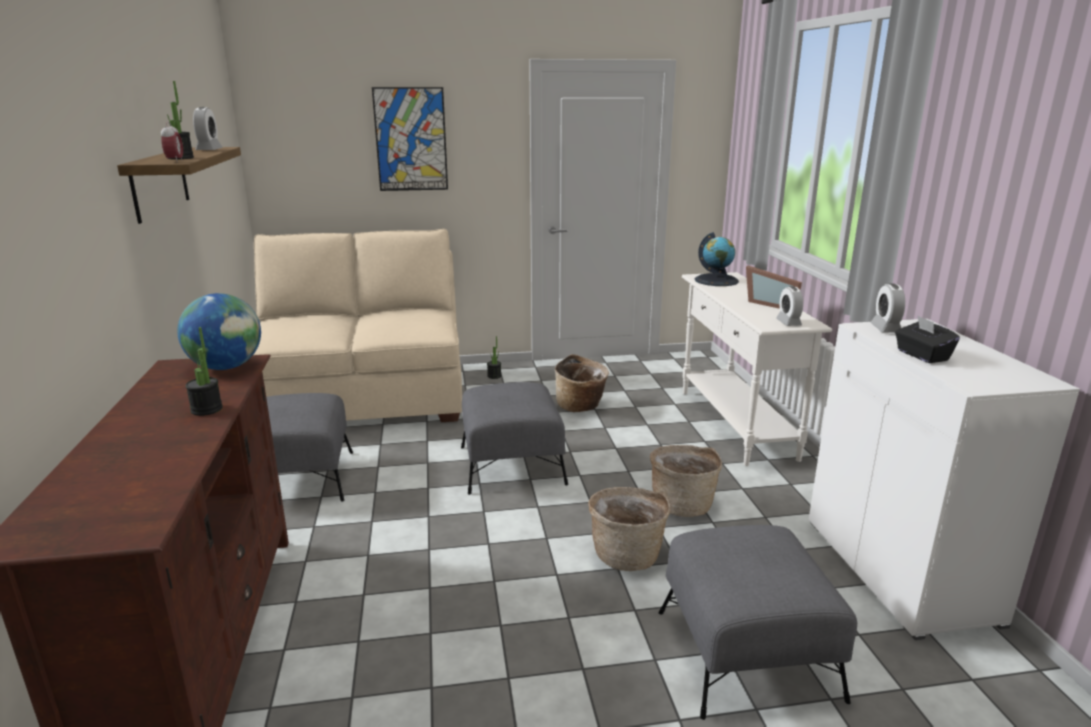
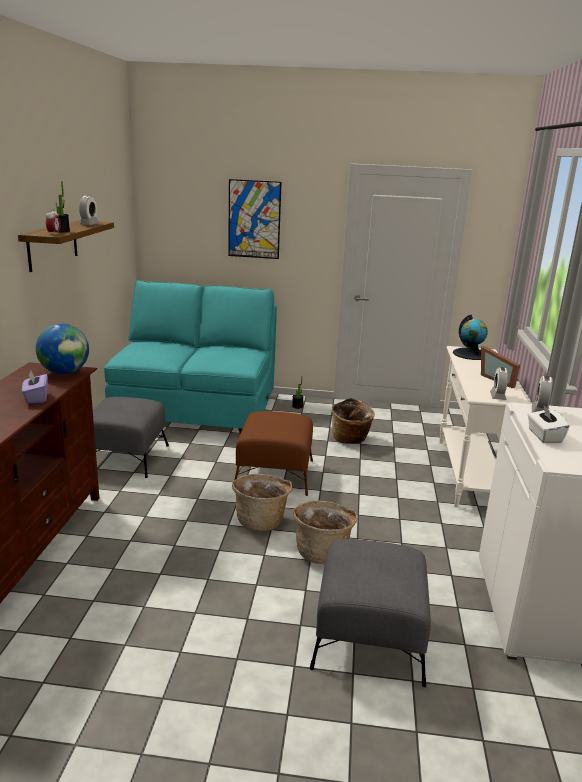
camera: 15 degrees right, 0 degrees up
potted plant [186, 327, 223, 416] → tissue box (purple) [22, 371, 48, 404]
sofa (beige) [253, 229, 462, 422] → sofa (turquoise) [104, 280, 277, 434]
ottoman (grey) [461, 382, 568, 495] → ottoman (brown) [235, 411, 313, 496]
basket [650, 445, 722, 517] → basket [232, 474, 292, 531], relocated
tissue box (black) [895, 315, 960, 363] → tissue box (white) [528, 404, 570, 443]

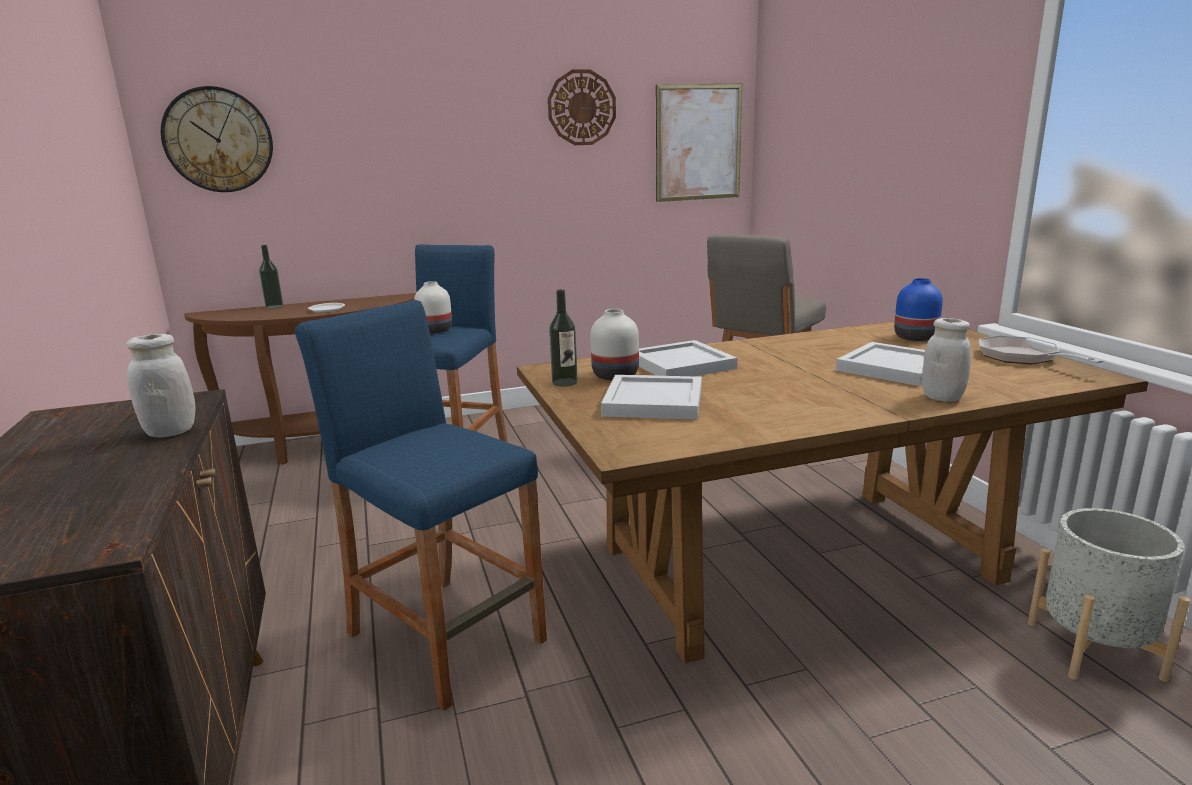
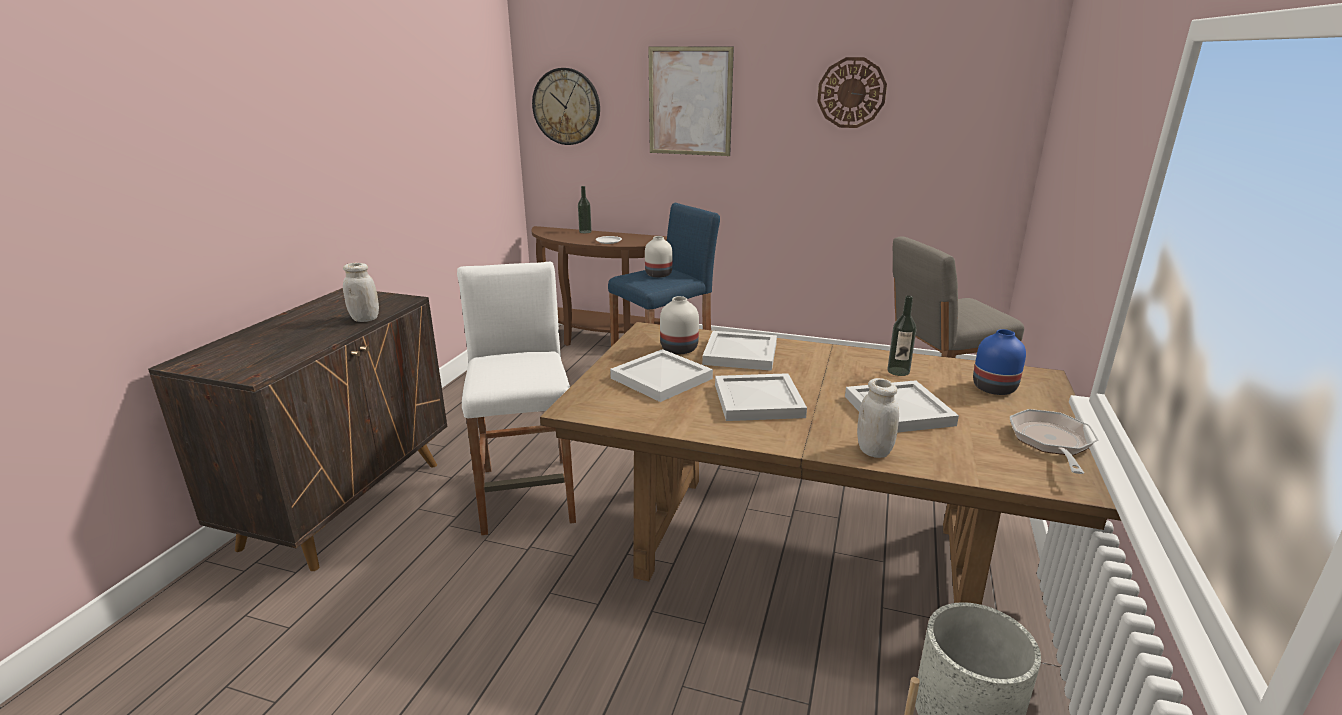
camera: 35 degrees right, 5 degrees up
stool (blue) [295, 300, 547, 711] → stool (white) [457, 262, 576, 535]
bottle [549, 289, 578, 386] → bottle [887, 295, 916, 376], relocated
picture [656, 84, 743, 202] → picture [648, 46, 734, 156], relocated
- → tray (white) [715, 373, 807, 421]

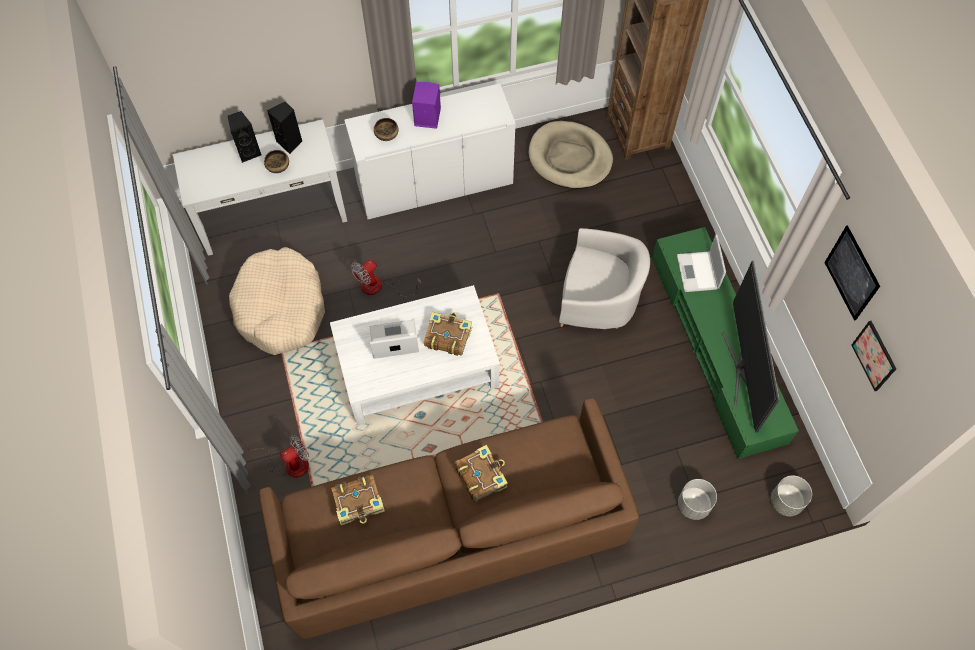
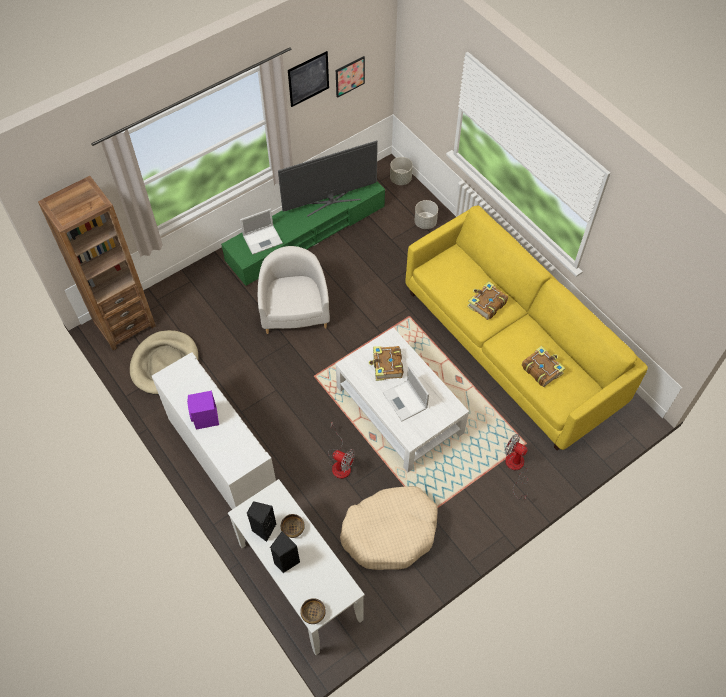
camera: 110 degrees left, 5 degrees down
sofa (brown) [259, 398, 639, 639] → sofa (yellow) [405, 206, 648, 451]
bowl [374, 118, 399, 141] → bowl [300, 598, 326, 624], relocated

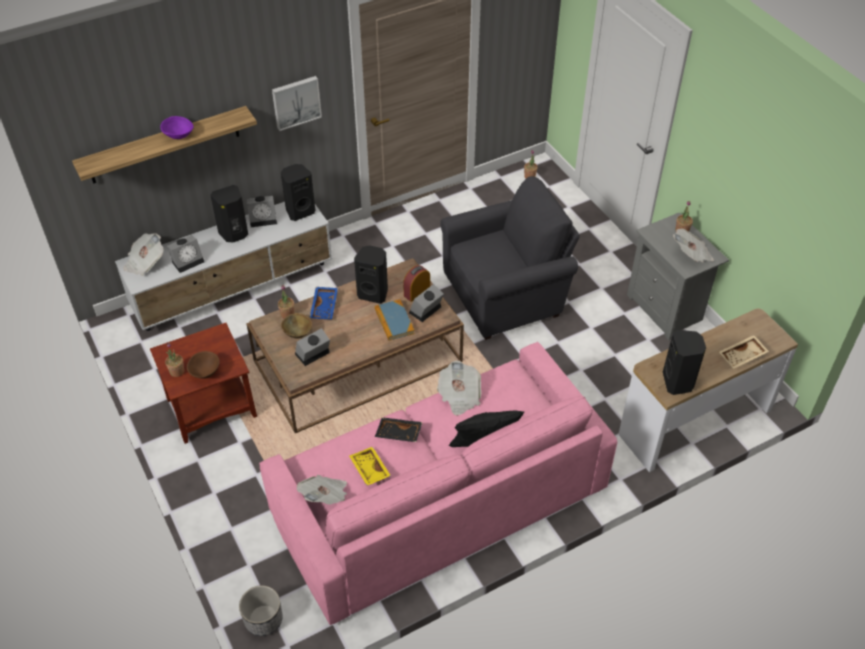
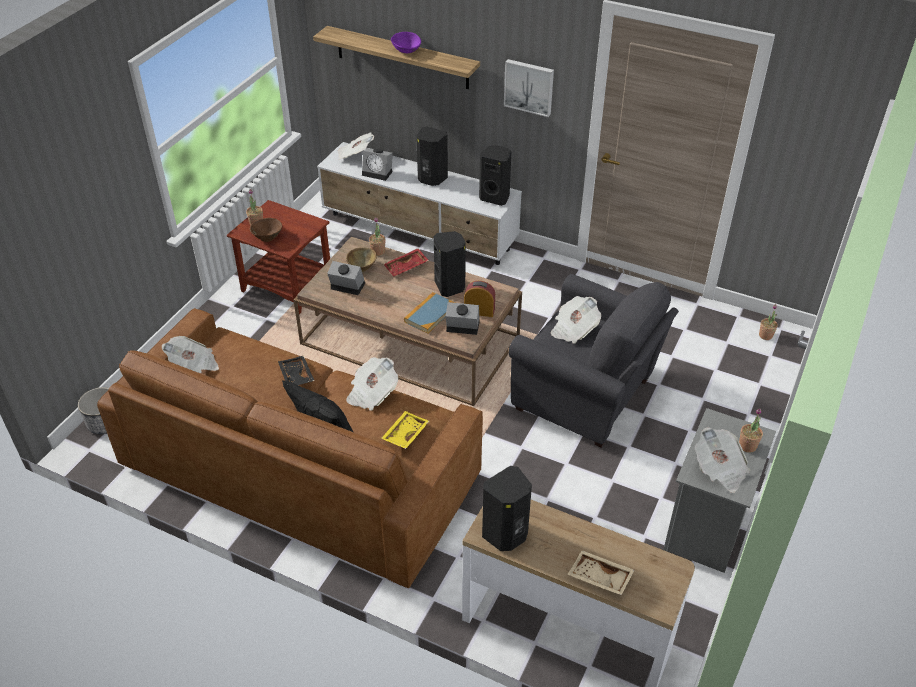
camera: 55 degrees right, 5 degrees down
alarm clock [247, 196, 277, 227] → -
sofa (pink) [259, 342, 617, 625] → sofa (brown) [97, 308, 483, 588]
tray (blue) [310, 287, 338, 319] → tray (red) [384, 248, 429, 276]
tray (yellow) [349, 447, 391, 486] → tray (yellow) [381, 411, 429, 449], relocated
- → newspaper [551, 296, 601, 344]

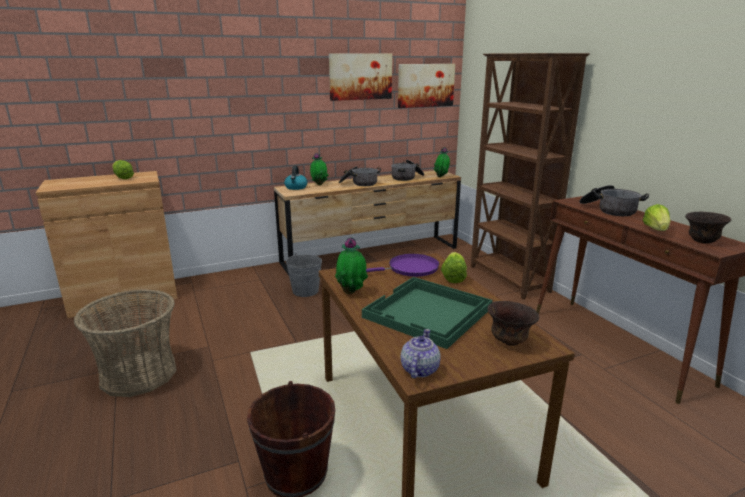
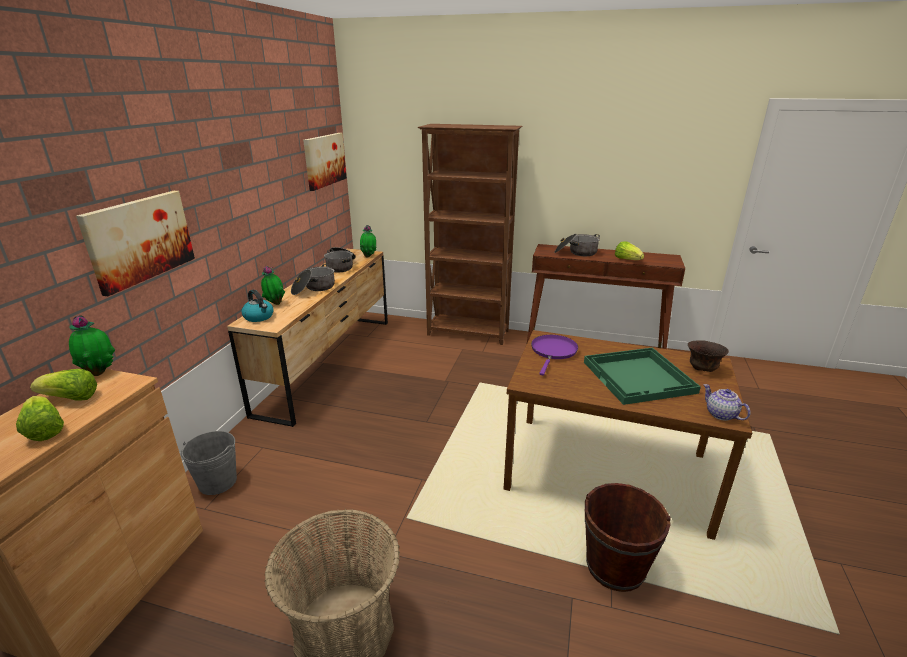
camera: 50 degrees left, 5 degrees up
bucket (grey) [286, 254, 322, 297] → bucket (grey) [181, 431, 237, 495], relocated
picture [329, 53, 392, 101] → picture [76, 191, 195, 296], relocated
potted plant [335, 237, 368, 294] → potted plant [69, 315, 115, 376], relocated
lettuce [441, 252, 467, 283] → lettuce [16, 396, 64, 441], relocated
bowl (brown) [685, 212, 731, 244] → -

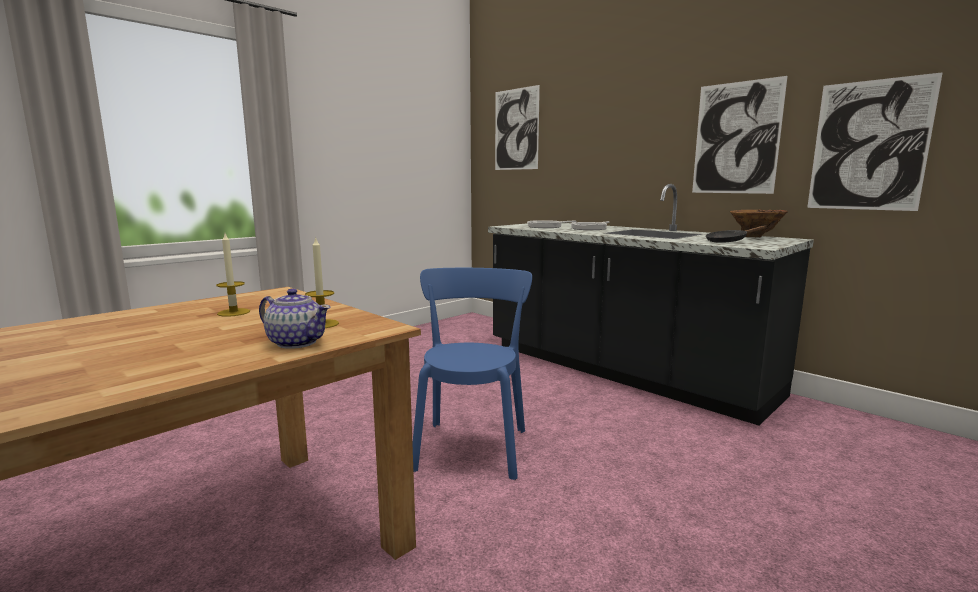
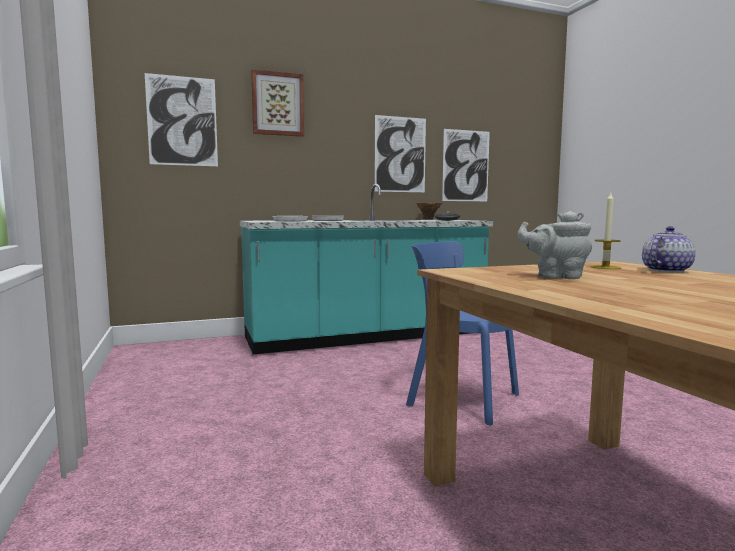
camera: 65 degrees left, 5 degrees down
candle [216, 233, 250, 317] → teapot (grey) [518, 211, 592, 279]
counter (black) [488, 184, 814, 425] → counter (turquoise) [240, 184, 493, 354]
- → picture [251, 69, 304, 137]

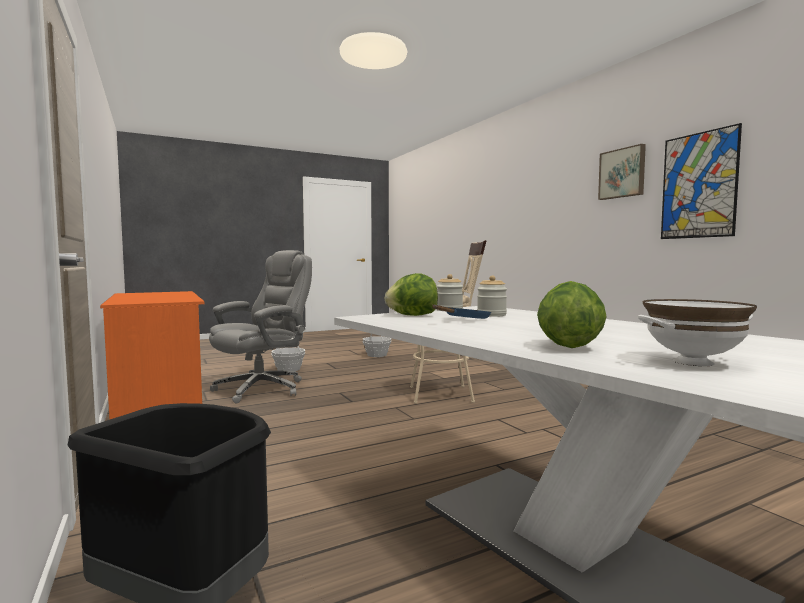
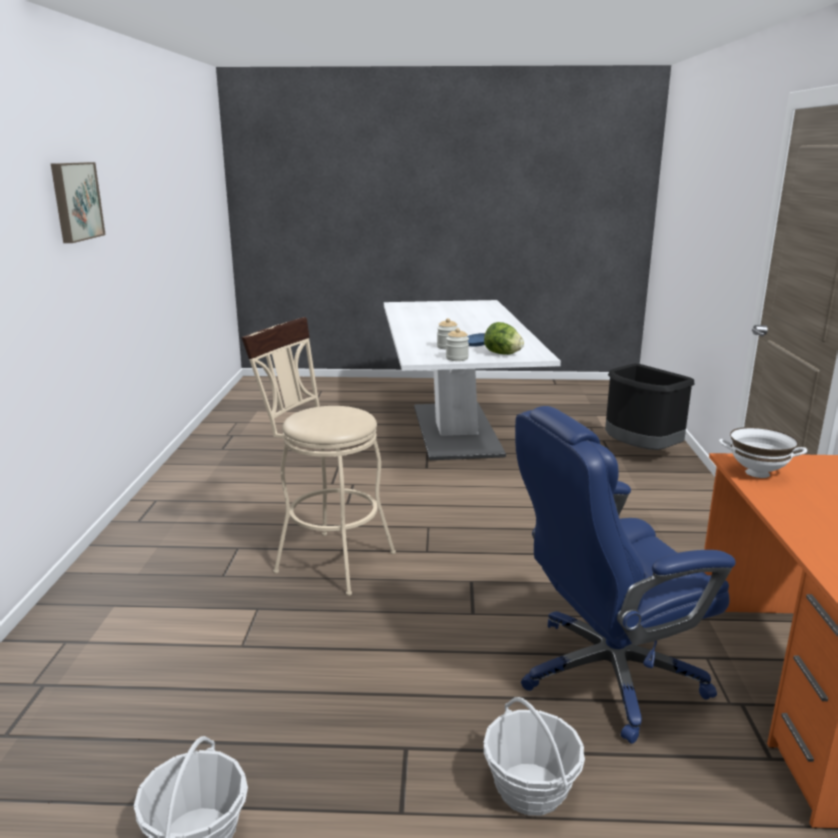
camera: 150 degrees left, 15 degrees up
office chair (grey) [209, 250, 312, 404] → office chair (blue) [515, 406, 736, 744]
lettuce [537, 281, 607, 348] → -
bowl (white) [638, 299, 757, 366] → bowl (white) [719, 427, 807, 478], relocated
picture [661, 123, 742, 239] → -

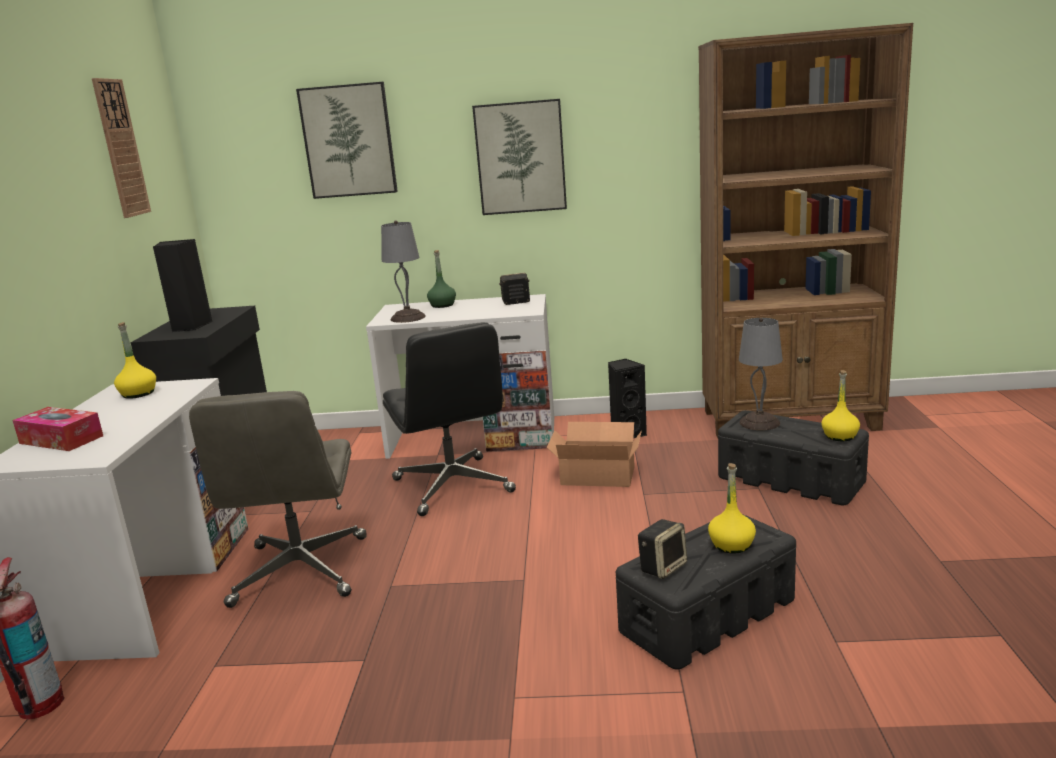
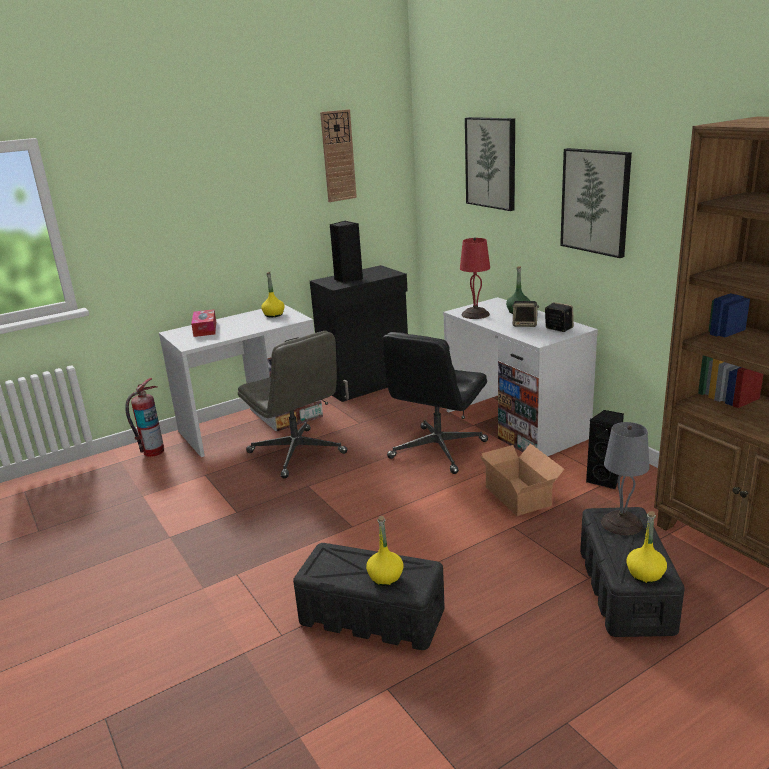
camera: 55 degrees right, 5 degrees up
office chair (grey) [189, 391, 366, 608] → office chair (grey) [238, 331, 347, 479], 90 degrees counterclockwise
table lamp (grey) [381, 220, 426, 323] → table lamp (red) [460, 237, 490, 319]
speaker [638, 519, 687, 579] → speaker [512, 301, 539, 327], relocated

